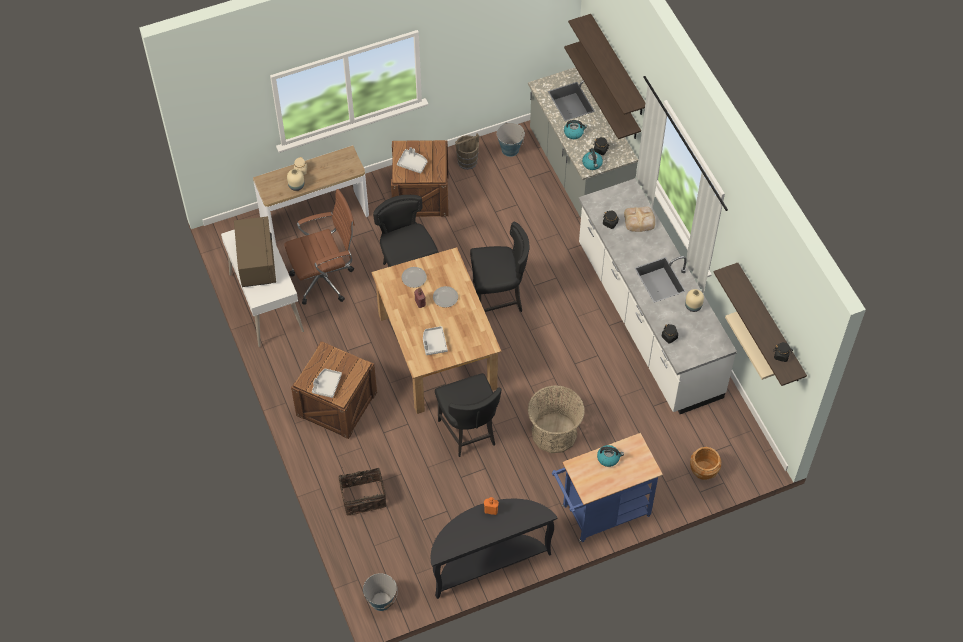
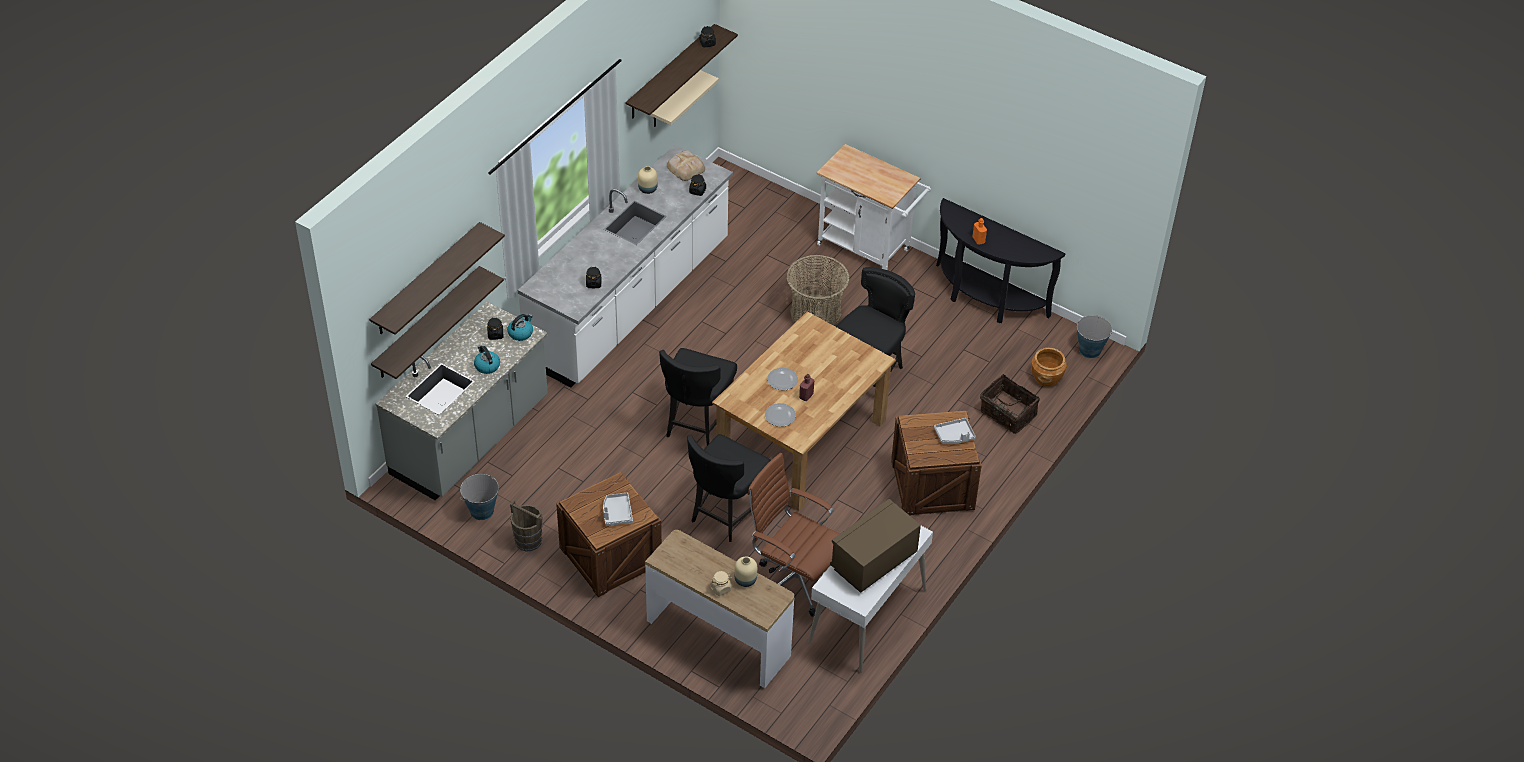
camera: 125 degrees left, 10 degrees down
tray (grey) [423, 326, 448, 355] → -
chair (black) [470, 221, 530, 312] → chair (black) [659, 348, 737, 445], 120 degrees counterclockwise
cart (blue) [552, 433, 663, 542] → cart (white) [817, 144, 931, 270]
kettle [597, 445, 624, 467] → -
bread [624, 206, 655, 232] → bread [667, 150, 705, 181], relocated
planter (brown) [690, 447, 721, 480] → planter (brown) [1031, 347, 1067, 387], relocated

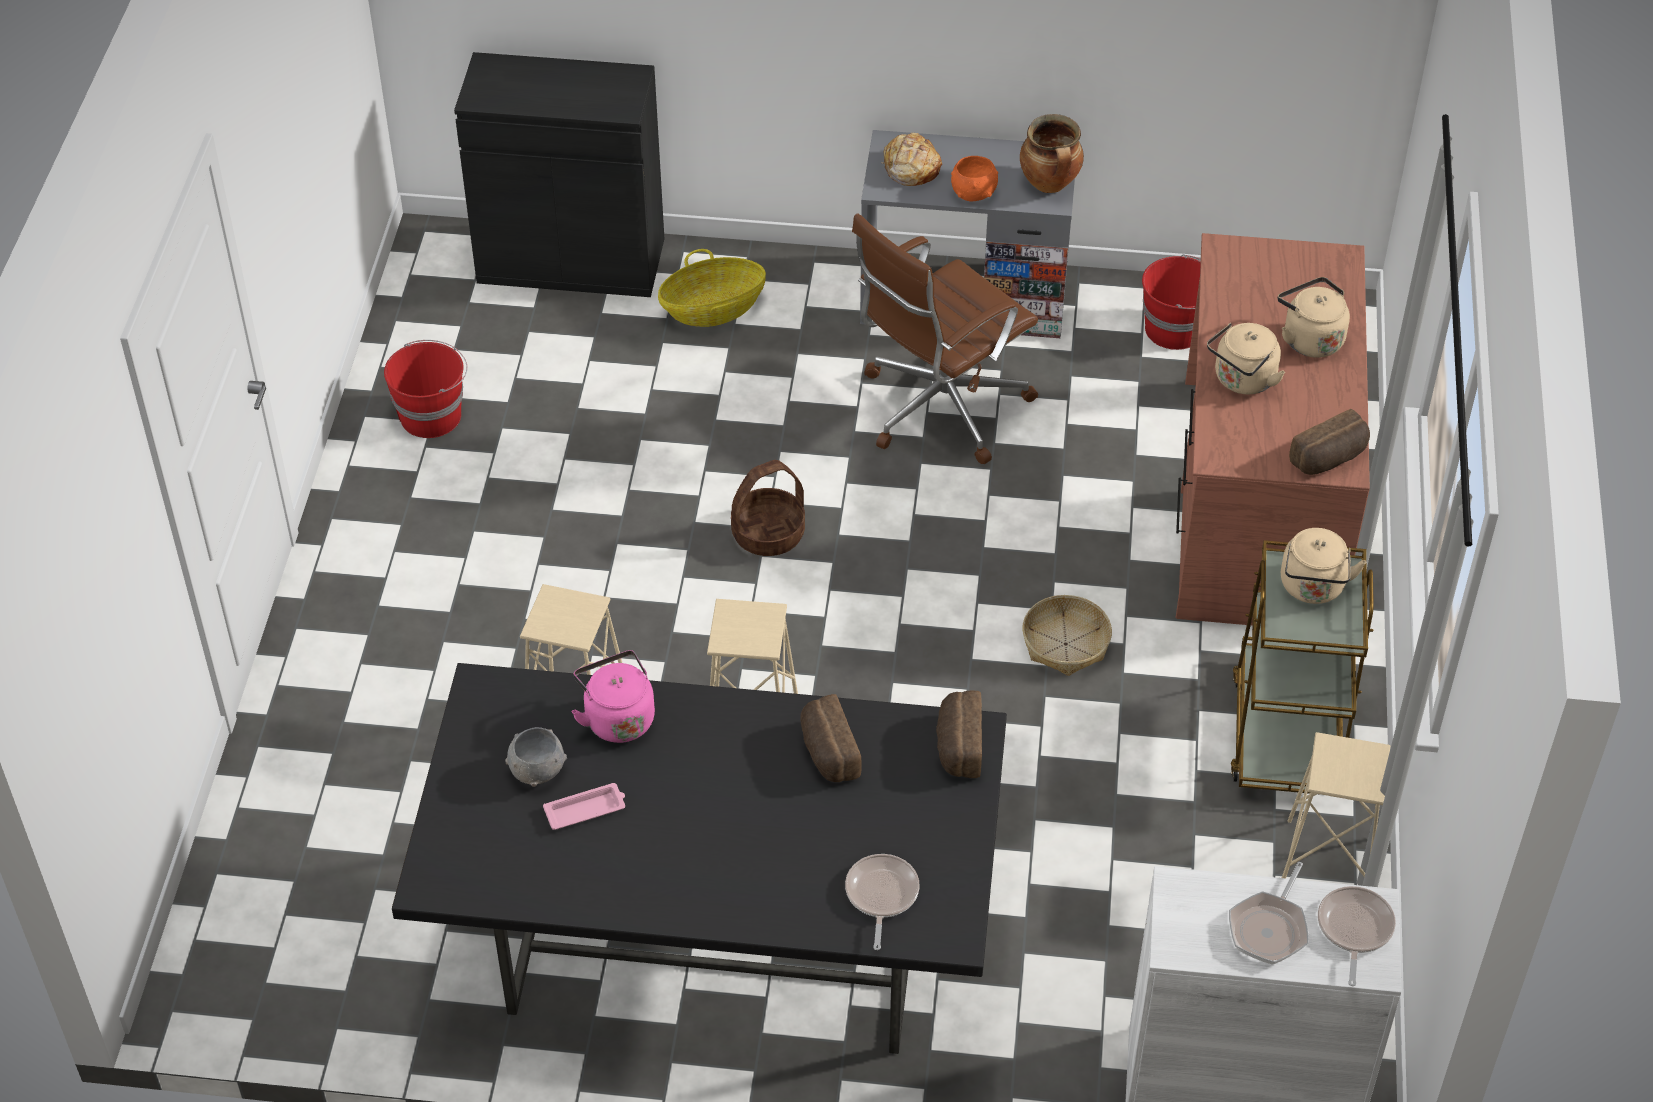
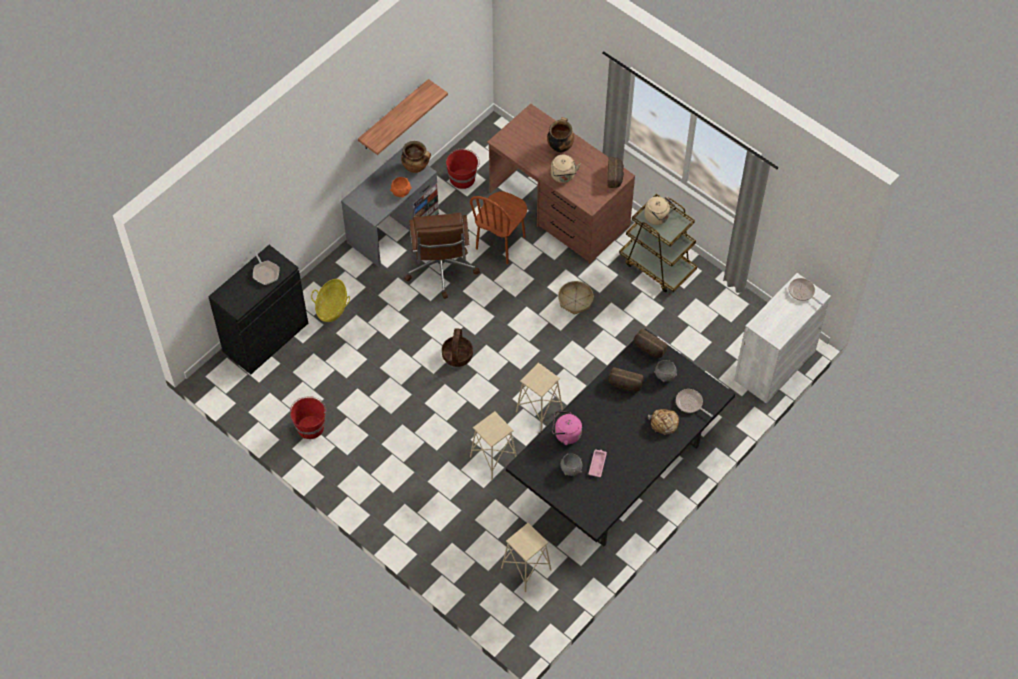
camera: 55 degrees left, 10 degrees up
bread [882, 133, 942, 186] → bread [648, 409, 679, 435], relocated
frying pan [1229, 862, 1309, 965] → frying pan [253, 250, 280, 285], relocated
kettle (beige) [1278, 277, 1350, 358] → cooking pot [547, 117, 574, 153]
stool (beige) [1282, 732, 1390, 878] → stool (beige) [501, 523, 551, 592], relocated
- → shelf [358, 79, 448, 155]
- → chair (brown) [470, 192, 527, 264]
- → bowl (grey) [654, 360, 677, 382]

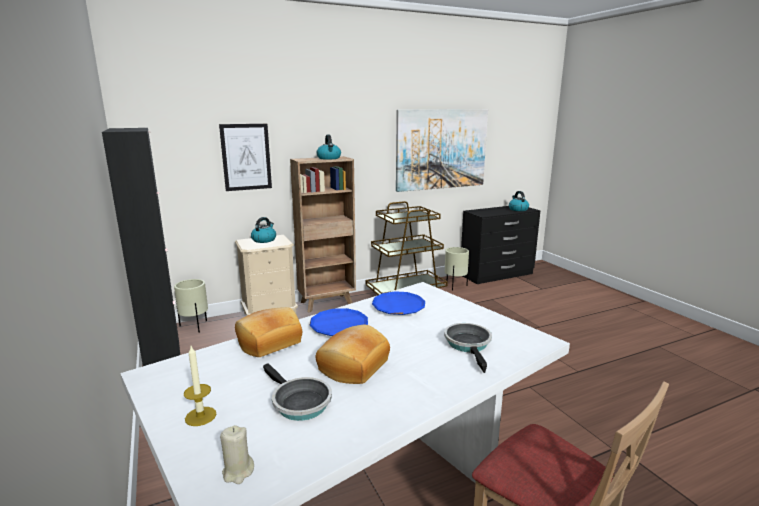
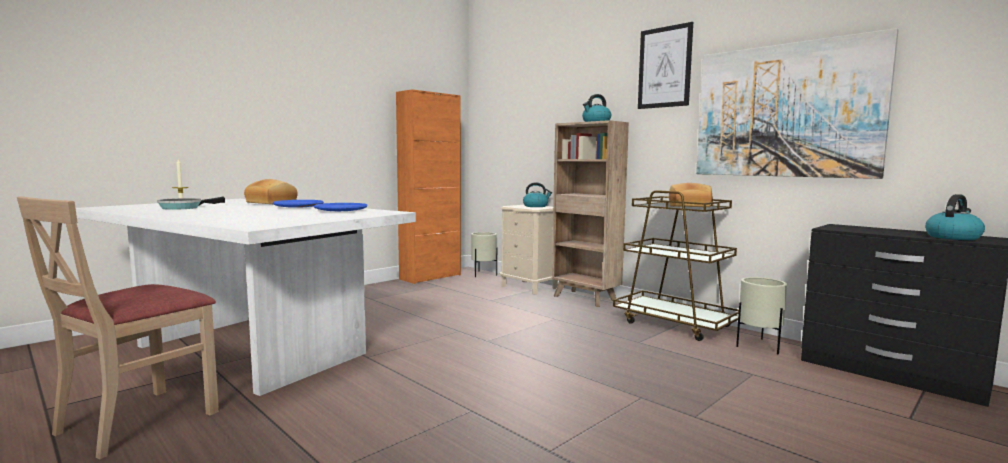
camera: 70 degrees right, 10 degrees down
cabinet (black) [102, 128, 180, 366] → cabinet (orange) [396, 89, 461, 284]
picture [219, 124, 272, 191] → picture [638, 22, 693, 109], relocated
candle (beige) [220, 425, 254, 484] → -
bread [316, 325, 390, 384] → bread [669, 183, 712, 207], relocated
frying pan [444, 323, 492, 373] → -

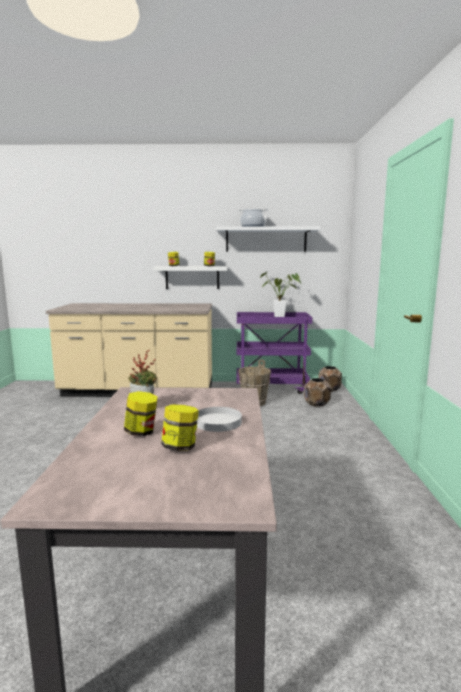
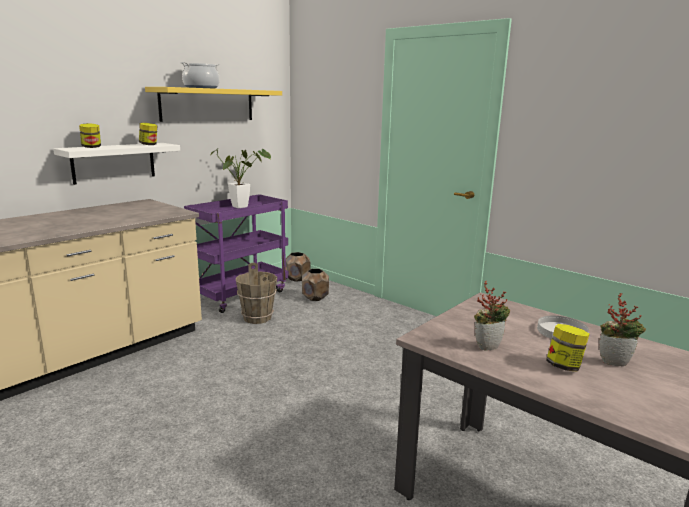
camera: 50 degrees left, 5 degrees up
jar [161, 405, 199, 451] → potted plant [599, 293, 646, 366]
shelf (white) [216, 226, 321, 252] → shelf (yellow) [145, 87, 282, 122]

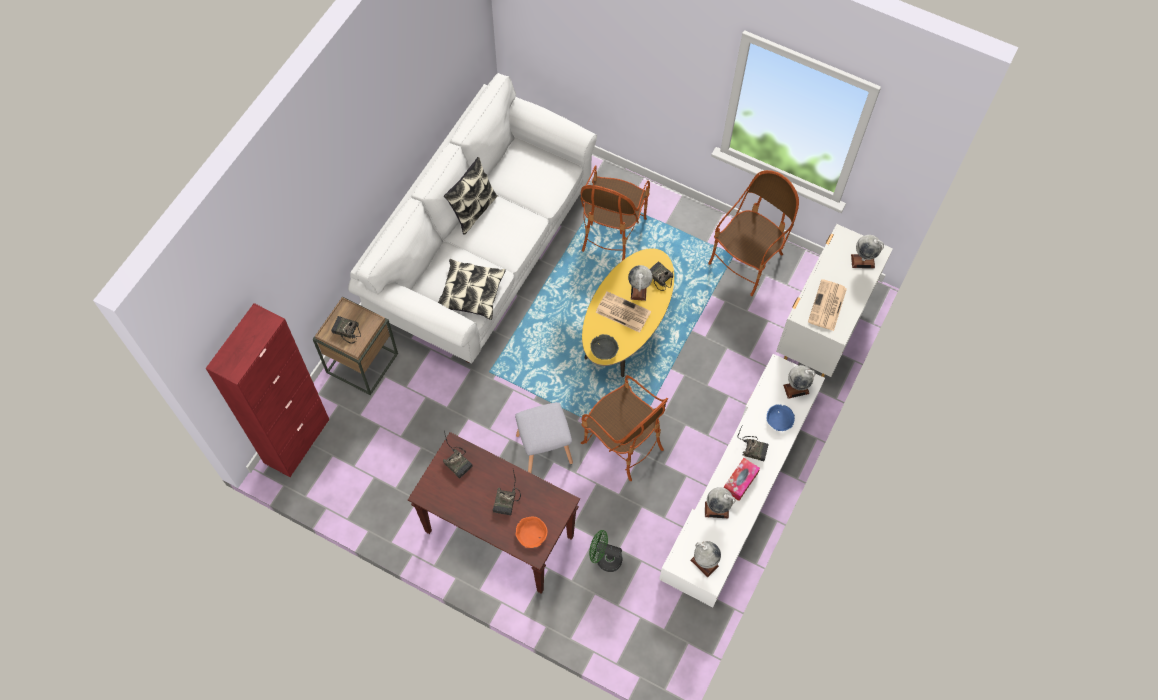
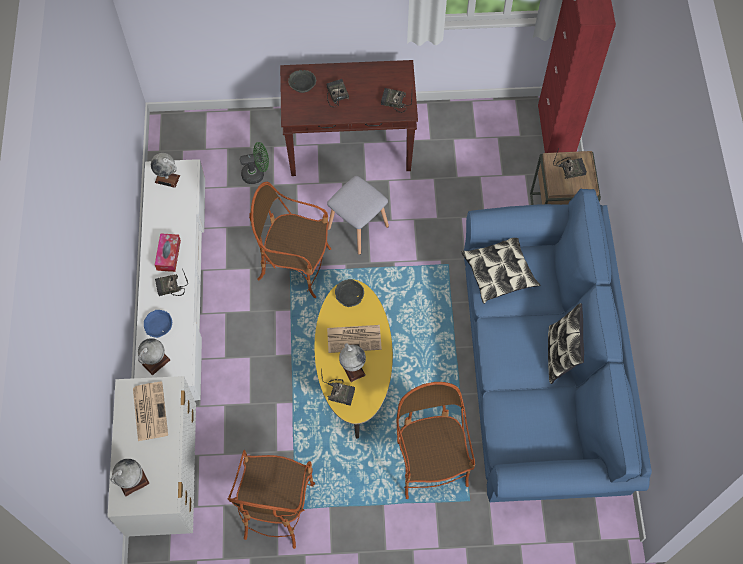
camera: 150 degrees right, 0 degrees up
sofa (white) [348, 73, 597, 364] → sofa (blue) [464, 189, 652, 503]
bowl (orange) [516, 517, 547, 548] → bowl (grey) [288, 70, 317, 93]
globe [705, 487, 736, 518] → -

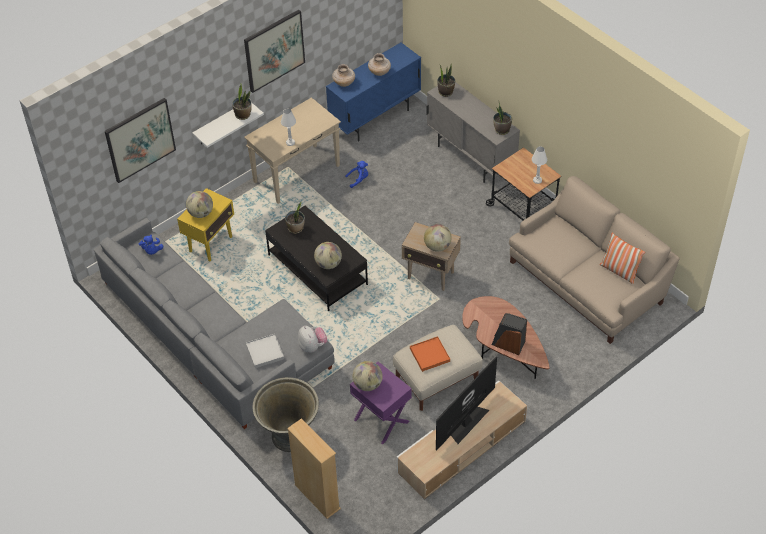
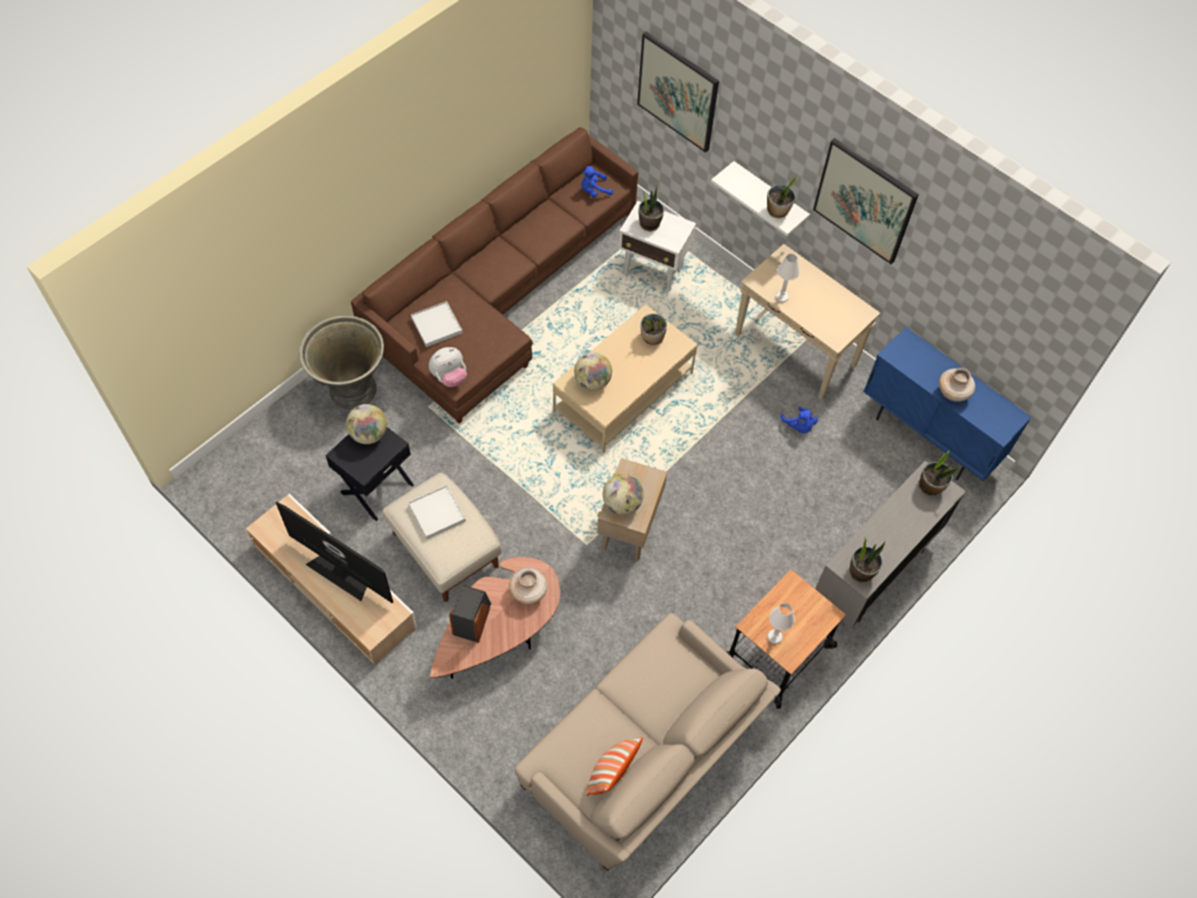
camera: 80 degrees right, 10 degrees up
sofa (grey) [94, 218, 335, 429] → sofa (brown) [351, 127, 638, 424]
side table (yellow) [177, 188, 234, 261] → side table (white) [618, 201, 696, 291]
globe [186, 191, 213, 218] → potted plant [639, 184, 664, 231]
coffee table (black) [265, 206, 368, 311] → coffee table (beige) [553, 304, 698, 453]
bookcase (beige) [287, 418, 341, 519] → -
vase (beige) [332, 64, 355, 87] → vase (beige) [509, 568, 547, 604], relocated
side table (purple) [350, 361, 412, 445] → side table (black) [325, 427, 414, 521]
tray (orange) [410, 336, 450, 372] → tray (white) [408, 485, 466, 539]

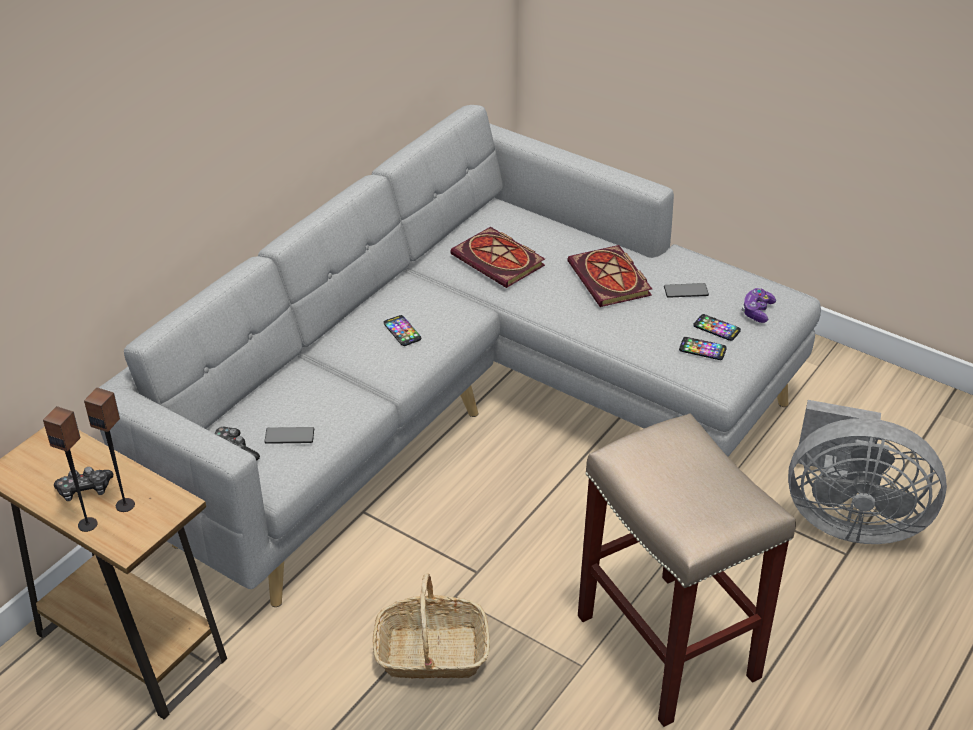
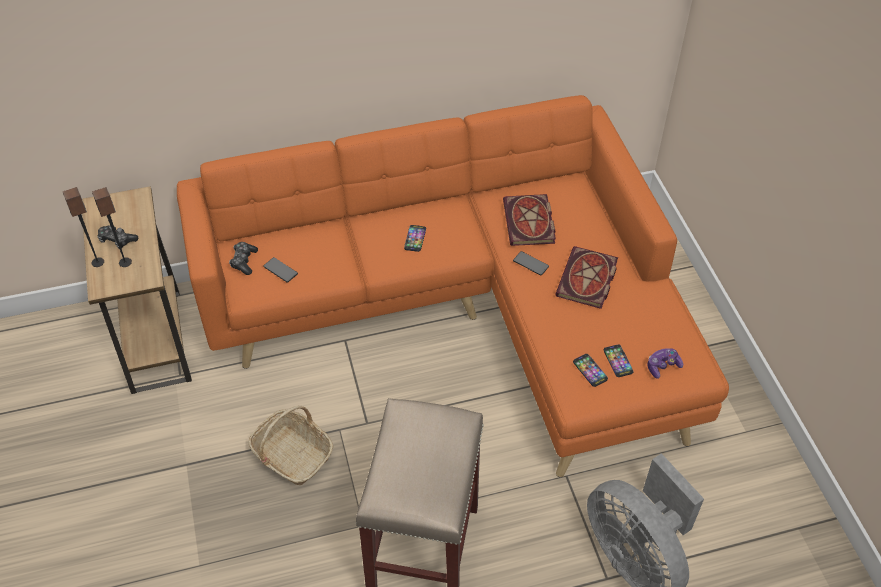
camera: 40 degrees right, 10 degrees up
sofa (grey) [99, 105, 821, 607] → sofa (orange) [177, 95, 729, 477]
phone [664, 283, 709, 298] → phone [513, 251, 549, 276], relocated

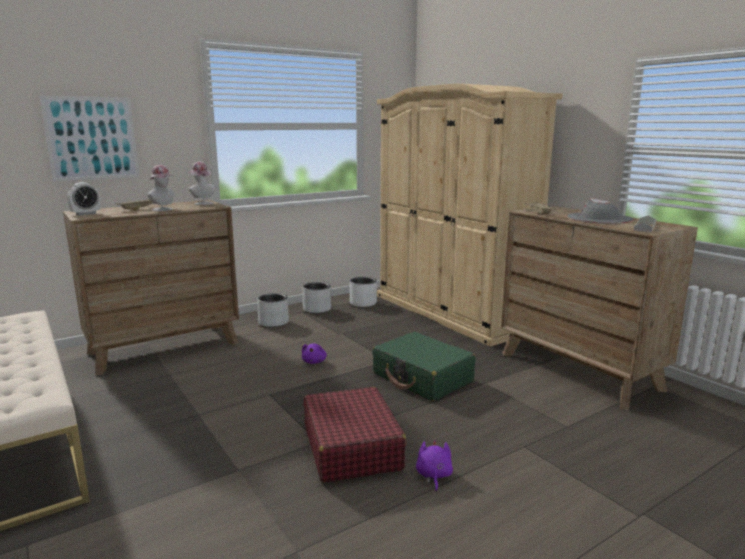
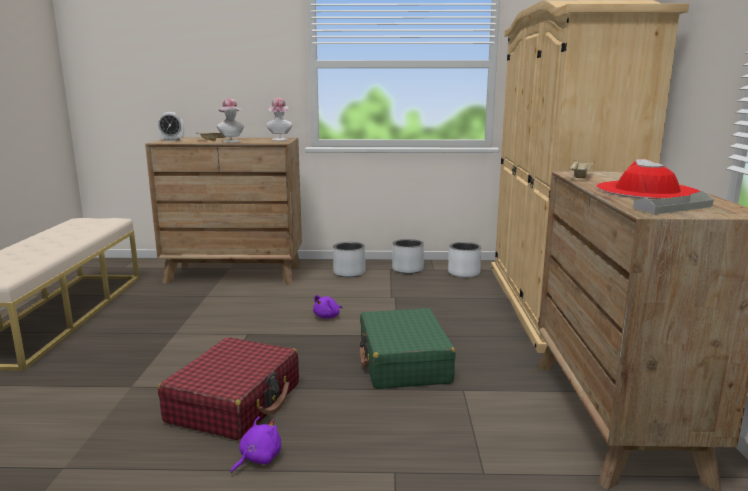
camera: 35 degrees right, 0 degrees up
picture [40, 96, 139, 182] → -
hat (grey) [567, 198, 634, 224] → hat (red) [596, 159, 700, 199]

